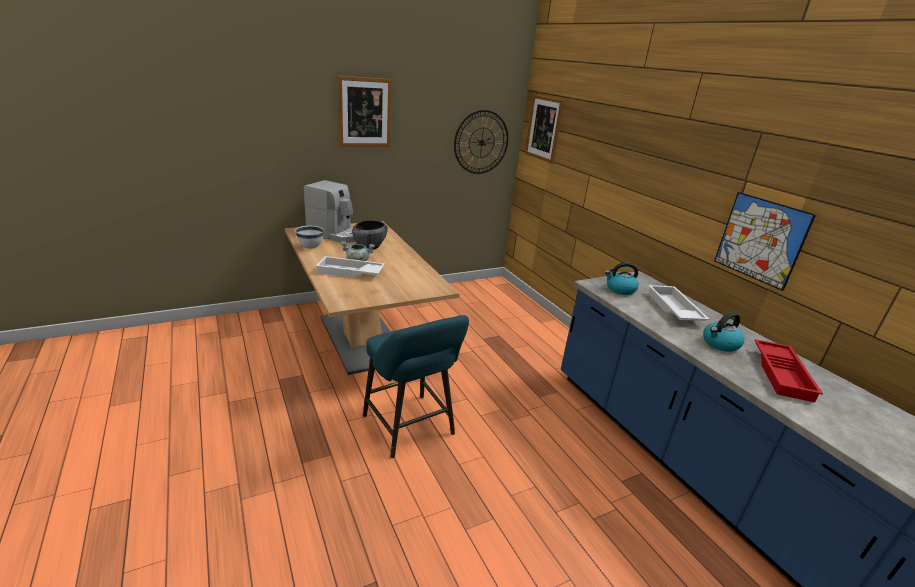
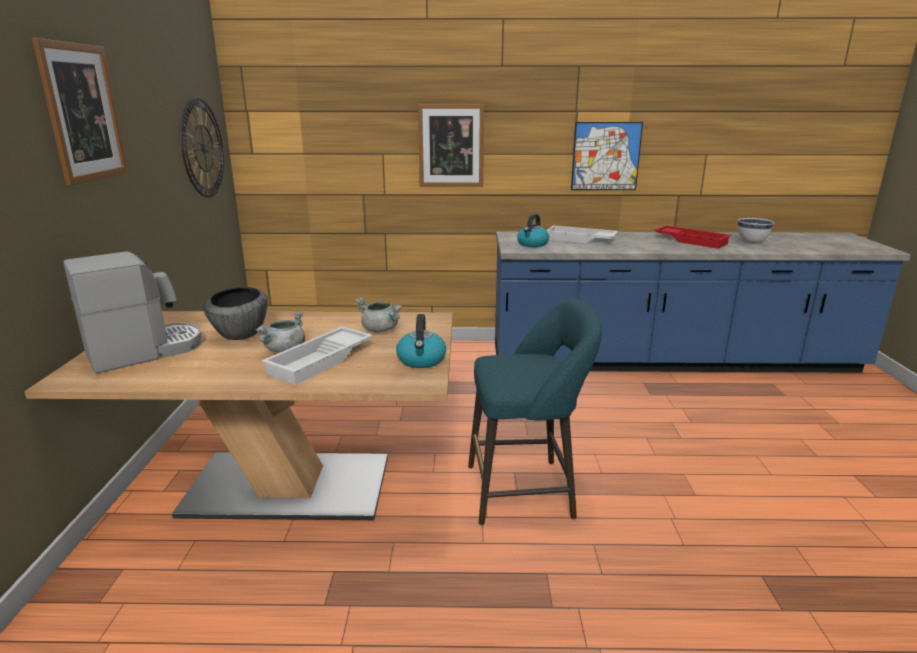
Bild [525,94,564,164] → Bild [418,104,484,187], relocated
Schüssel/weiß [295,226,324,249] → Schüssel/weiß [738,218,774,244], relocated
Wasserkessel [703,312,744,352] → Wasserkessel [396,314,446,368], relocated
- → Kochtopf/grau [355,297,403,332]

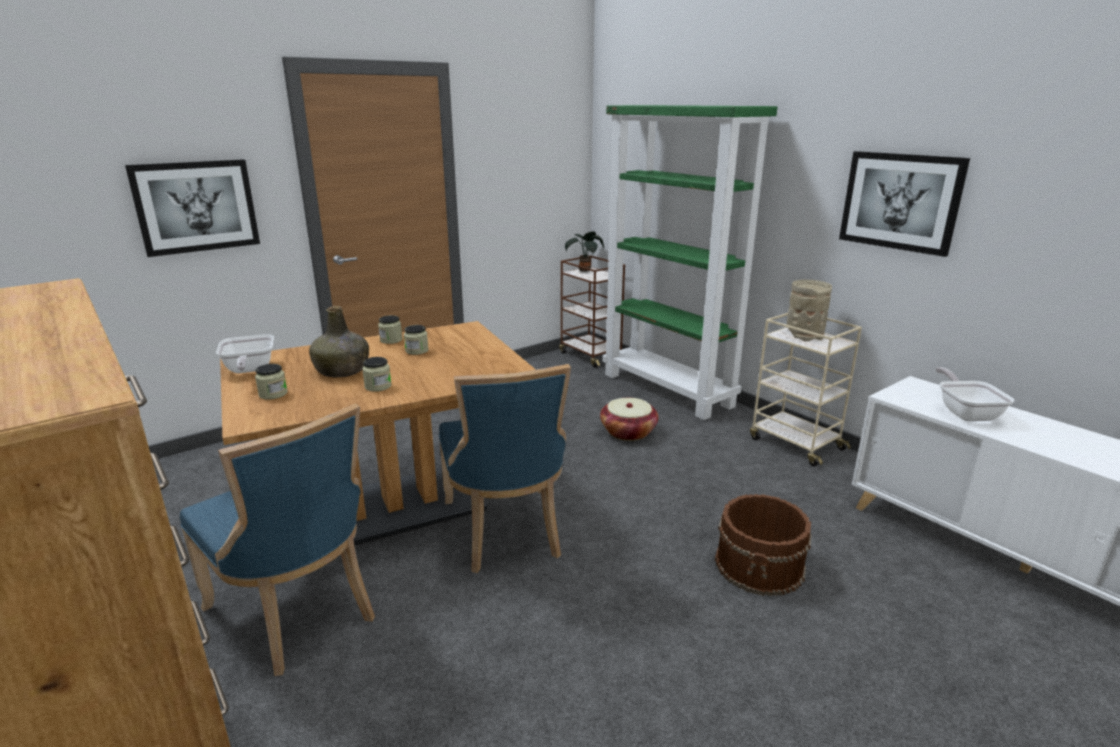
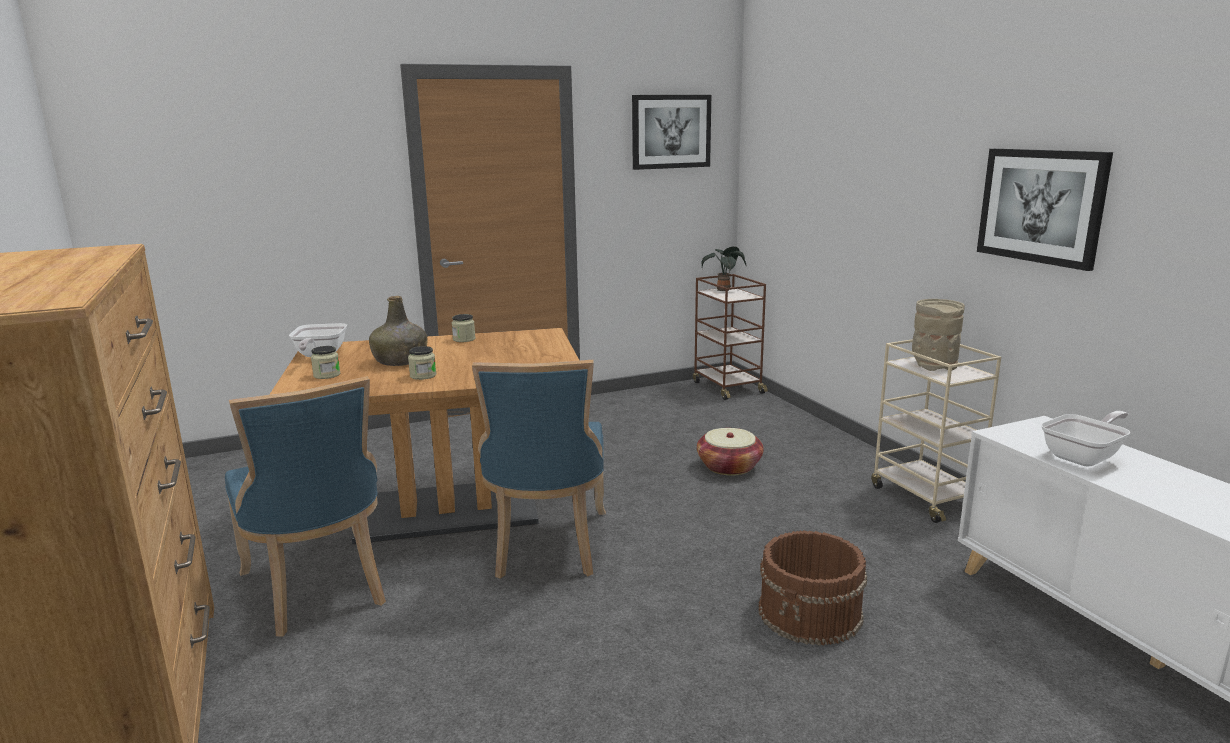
Bücherregal/grün [603,105,777,420] → -
Bild [125,159,260,257] → Bild [632,95,711,170], relocated
Vorratsglas [404,325,429,355] → -
Pfanne [935,367,1015,421] → Pfanne [1041,411,1130,467], 45 degrees clockwise

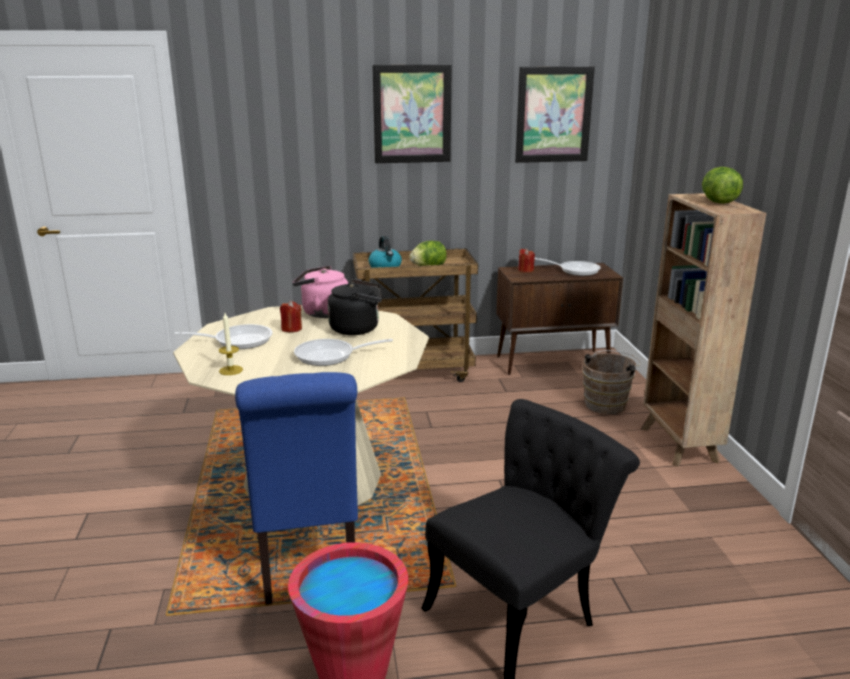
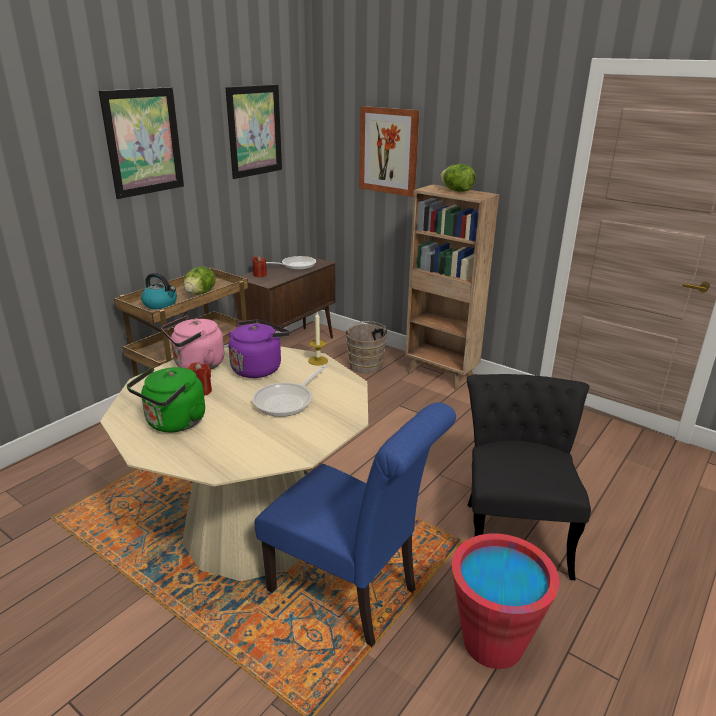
Wasserkessel/schwarz [328,279,382,335] → Wasserkessel/lila [228,319,290,378]
Kerze [219,313,243,375] → Kerze [308,312,328,366], relocated
Pfanne [175,324,273,349] → Wasserkessel/grün [127,367,205,433]
- → Bild [360,106,419,197]

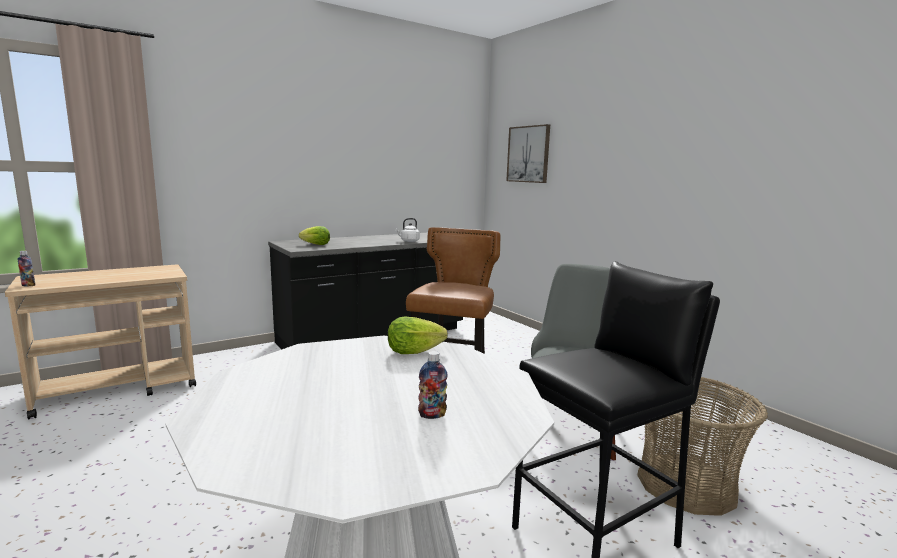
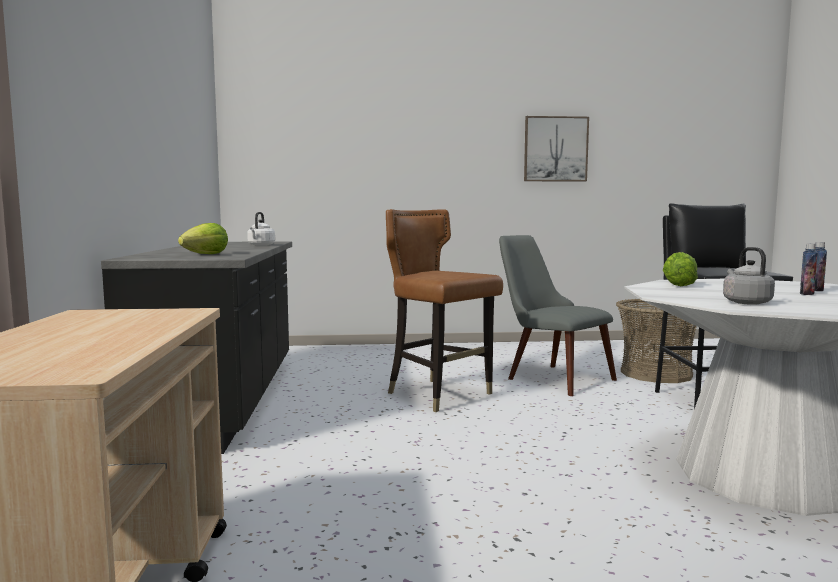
Bild [506,124,550,183] → Bild [524,116,589,182], relocated
Flasche [17,251,36,286] → Flasche [800,244,818,295], relocated
- → Wasserkessel/grau [723,247,775,305]

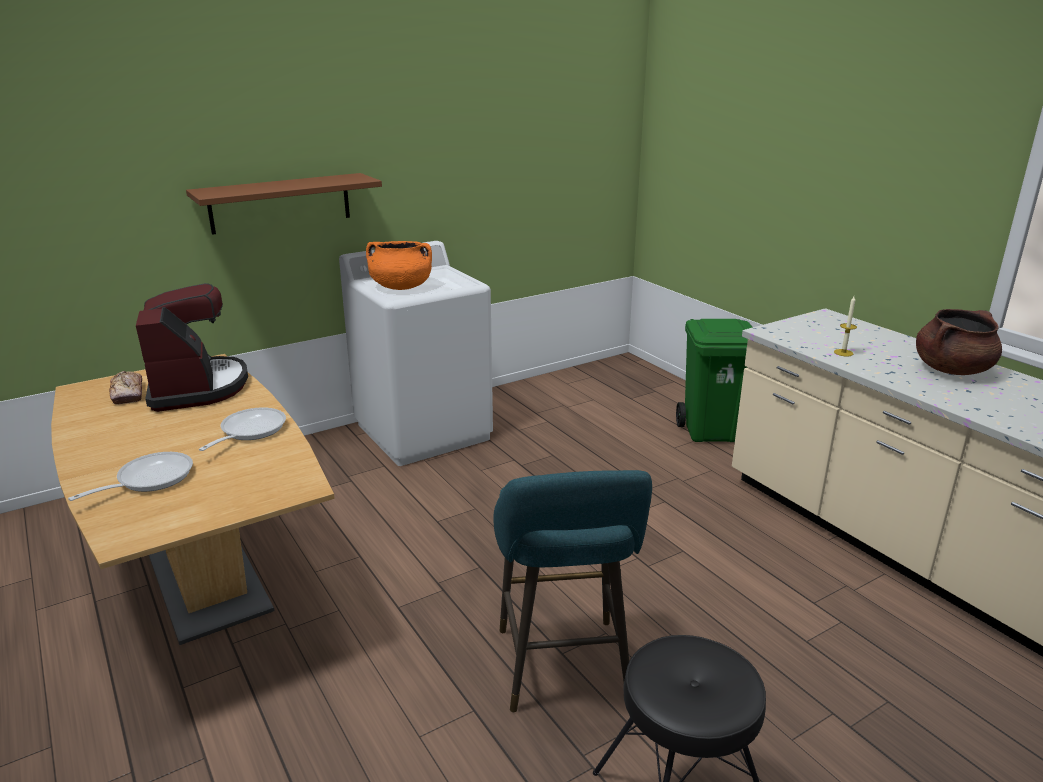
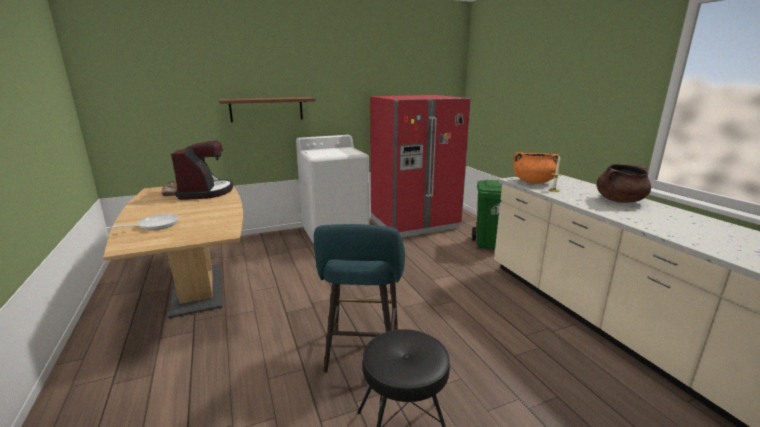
Kochtopf/orange [366,241,432,290] → Kochtopf/orange [513,152,560,184], relocated
Pfanne [199,407,286,451] → -
- → Kühlschrank/rot [370,95,471,237]

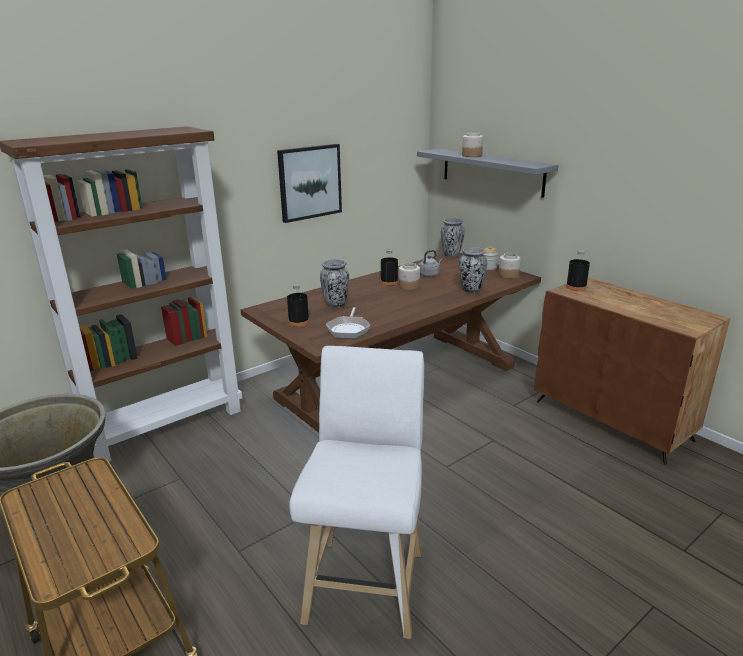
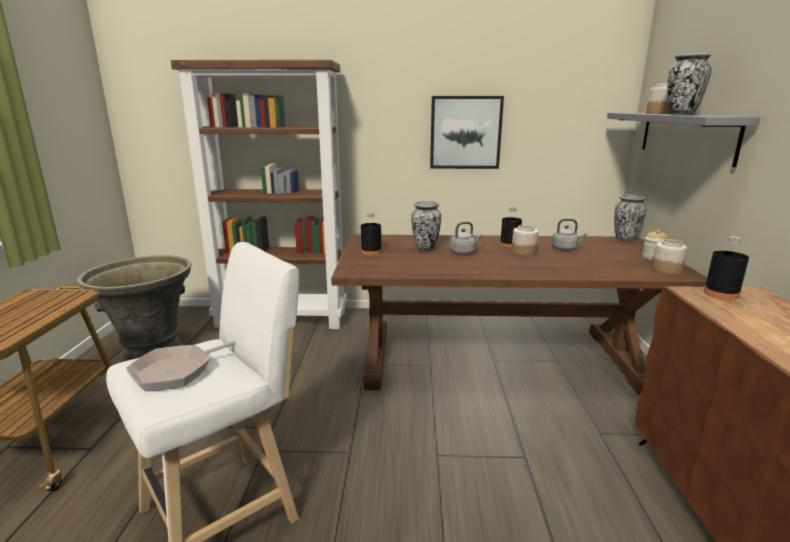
Vase [459,247,487,293] → Vase [667,53,711,115], relocated
Pfanne [326,307,371,338] → Pfanne [126,341,235,391], relocated
- → Wasserkessel/grau [450,222,482,255]

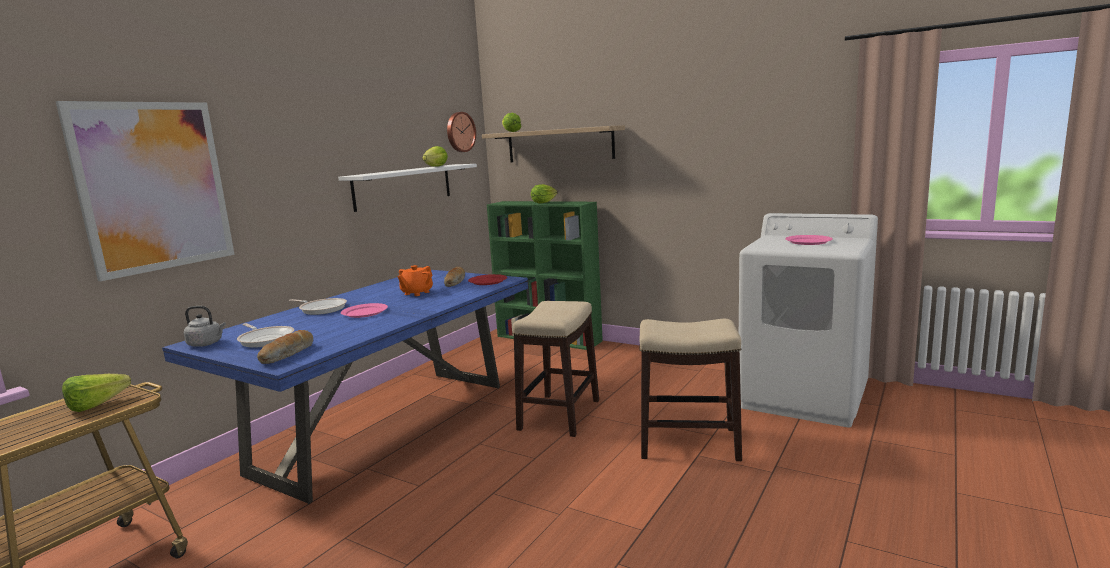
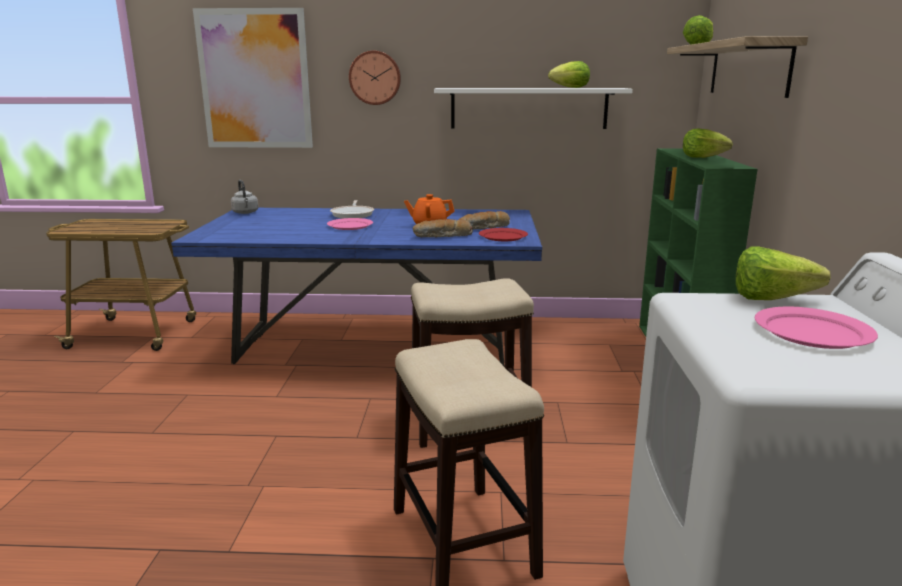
Wanduhr [447,112,476,152] → Wanduhr [349,51,401,105], relocated
Pfanne [237,323,294,348] → -
Brot [257,330,313,364] → Brot [413,219,473,237], relocated
Salatkopf [62,374,131,412] → Salatkopf [736,246,830,300], relocated

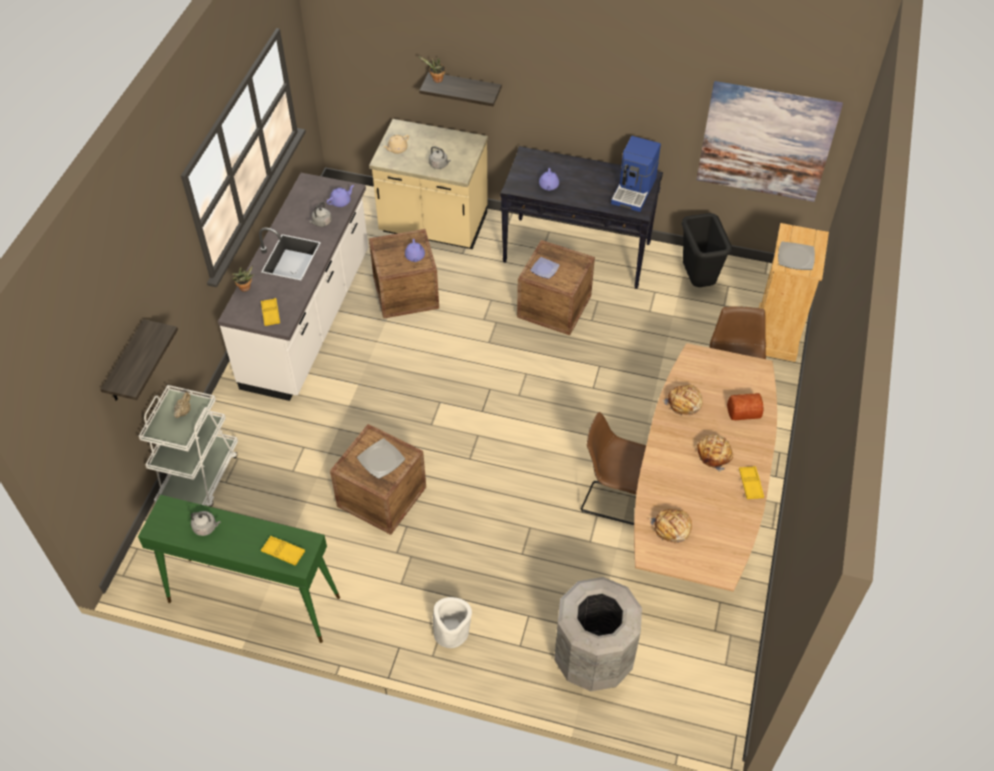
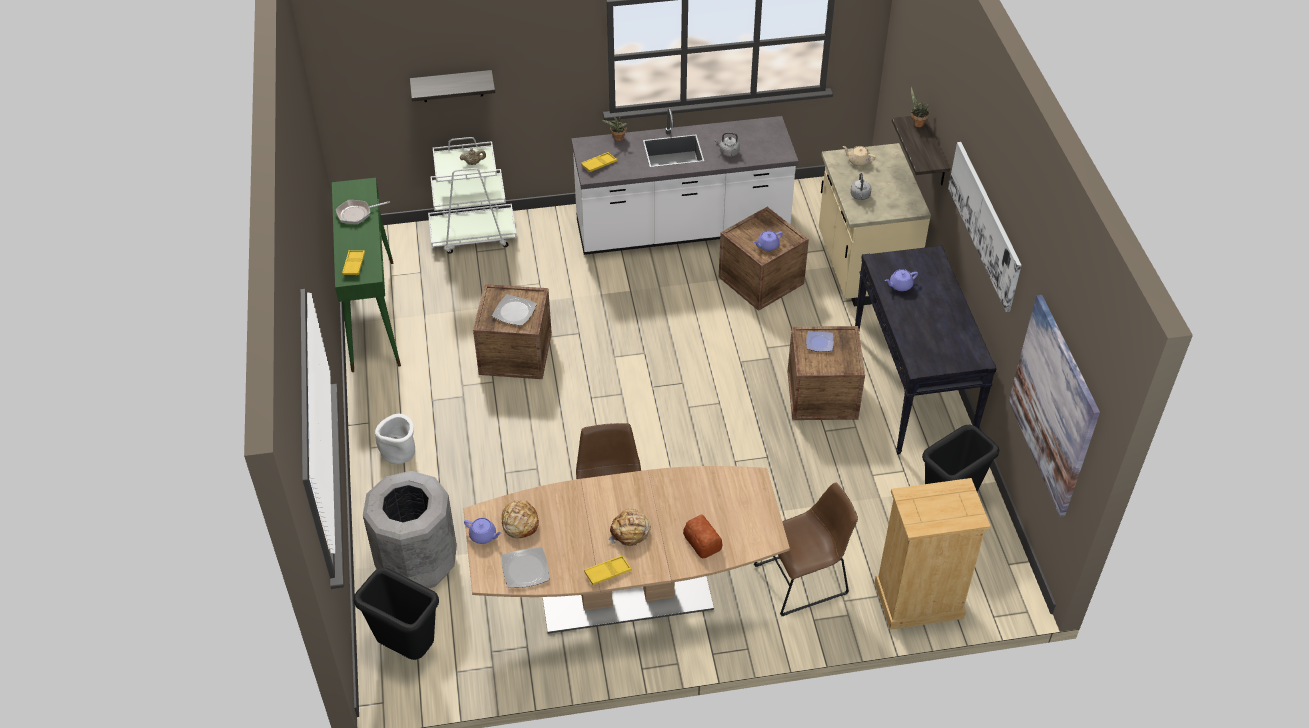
Kaffeemaschine [611,136,661,212] → -
Teekanne/lila [327,185,354,207] → Teekanne/lila [464,518,502,544], relocated
Teller [778,242,815,270] → Teller [502,547,549,588], relocated
Brot [662,385,703,416] → -
Wasserkessel/grau [191,511,220,536] → Pfanne [336,200,390,224]
- → Bild [948,142,1022,312]
- → Mülleimer/schwarz [354,568,439,660]

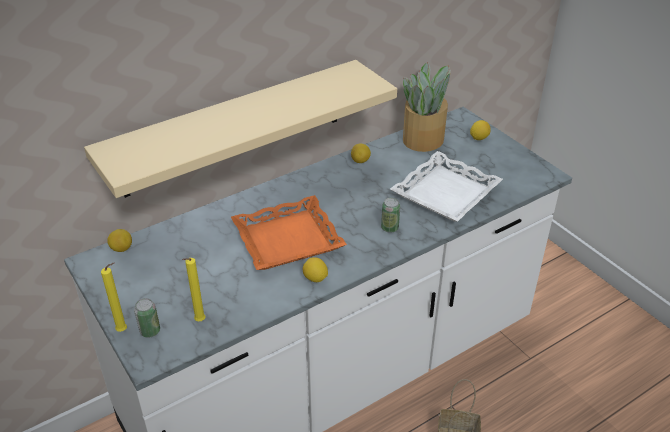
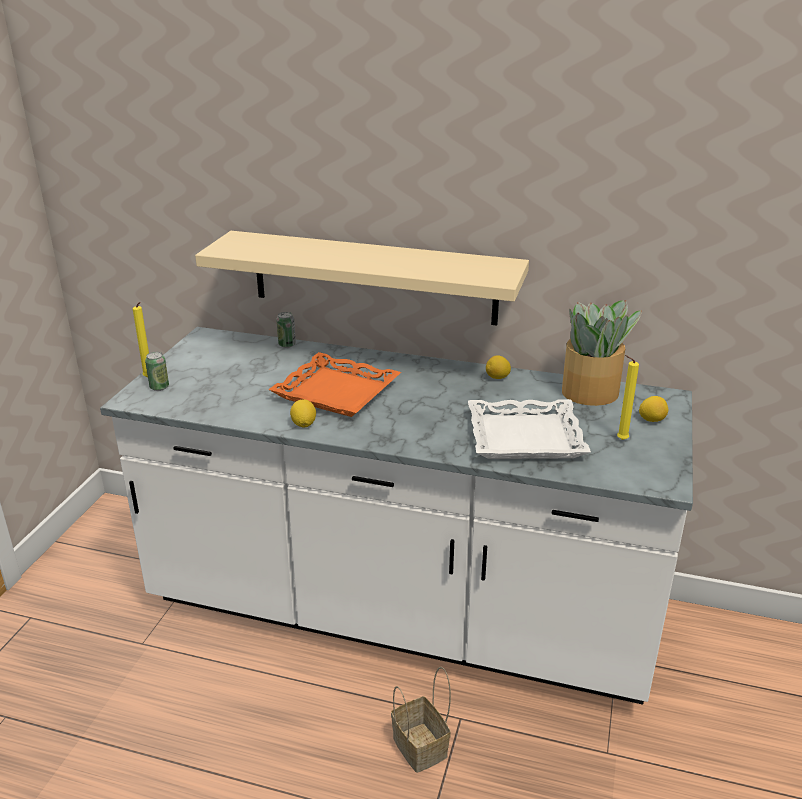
Dose [381,198,400,232] → Dose [276,312,296,348], relocated
Zitrone [107,229,132,252] → -
Kerze/gelb [182,258,205,321] → Kerze/gelb [617,355,639,440], relocated

